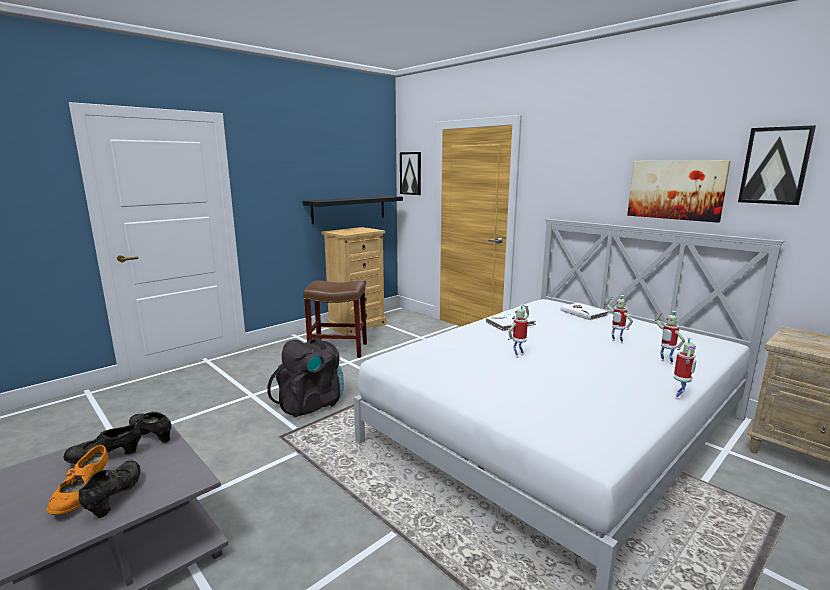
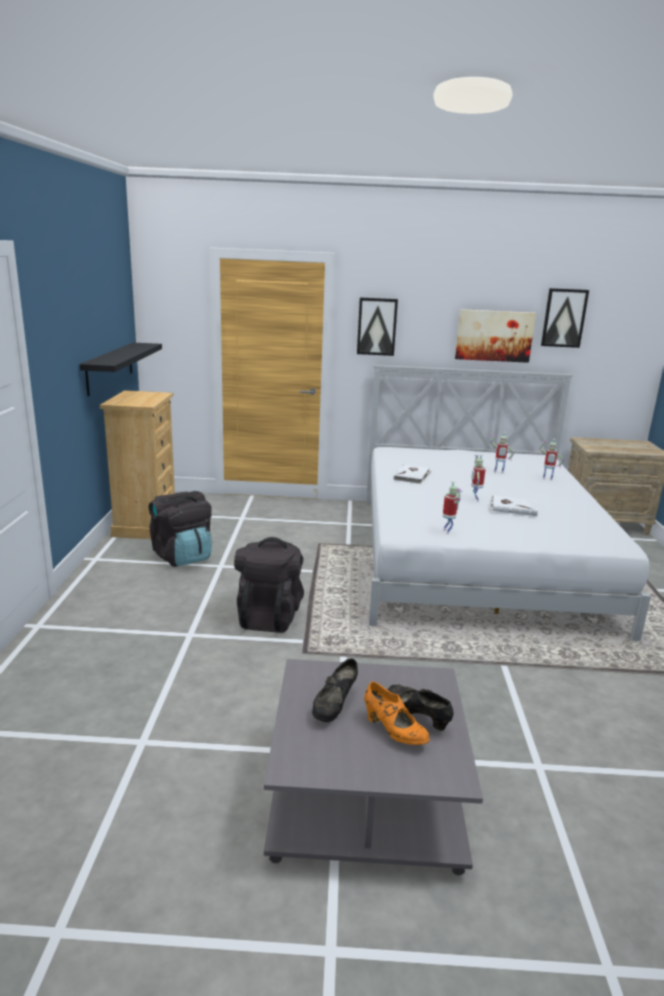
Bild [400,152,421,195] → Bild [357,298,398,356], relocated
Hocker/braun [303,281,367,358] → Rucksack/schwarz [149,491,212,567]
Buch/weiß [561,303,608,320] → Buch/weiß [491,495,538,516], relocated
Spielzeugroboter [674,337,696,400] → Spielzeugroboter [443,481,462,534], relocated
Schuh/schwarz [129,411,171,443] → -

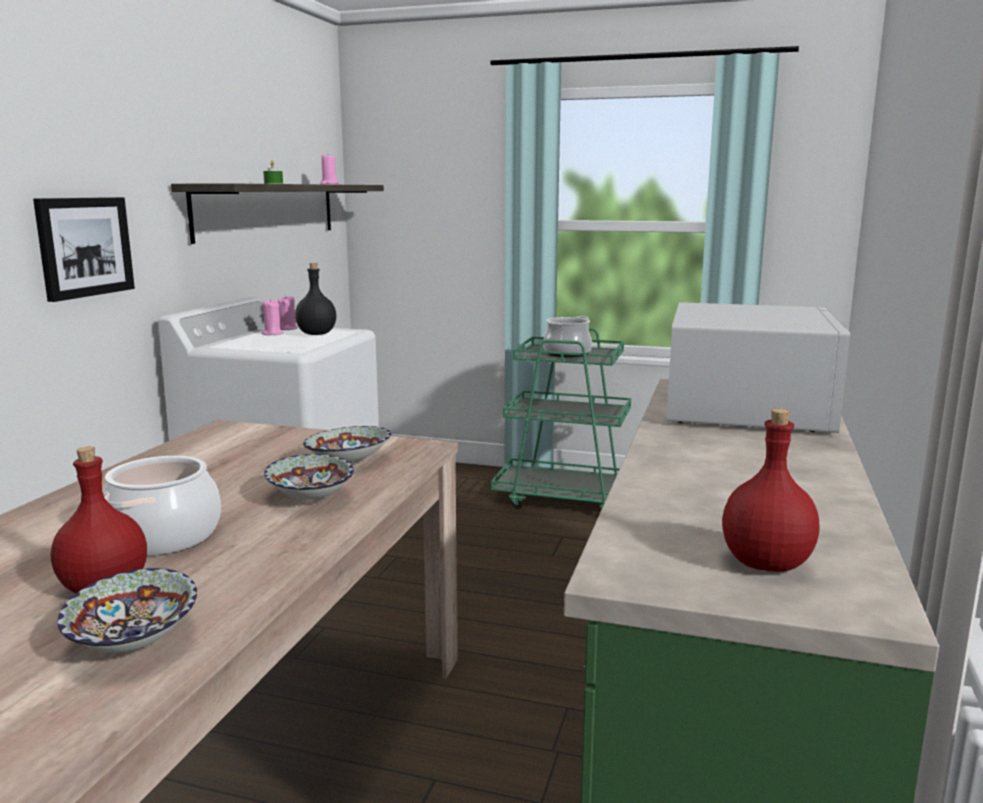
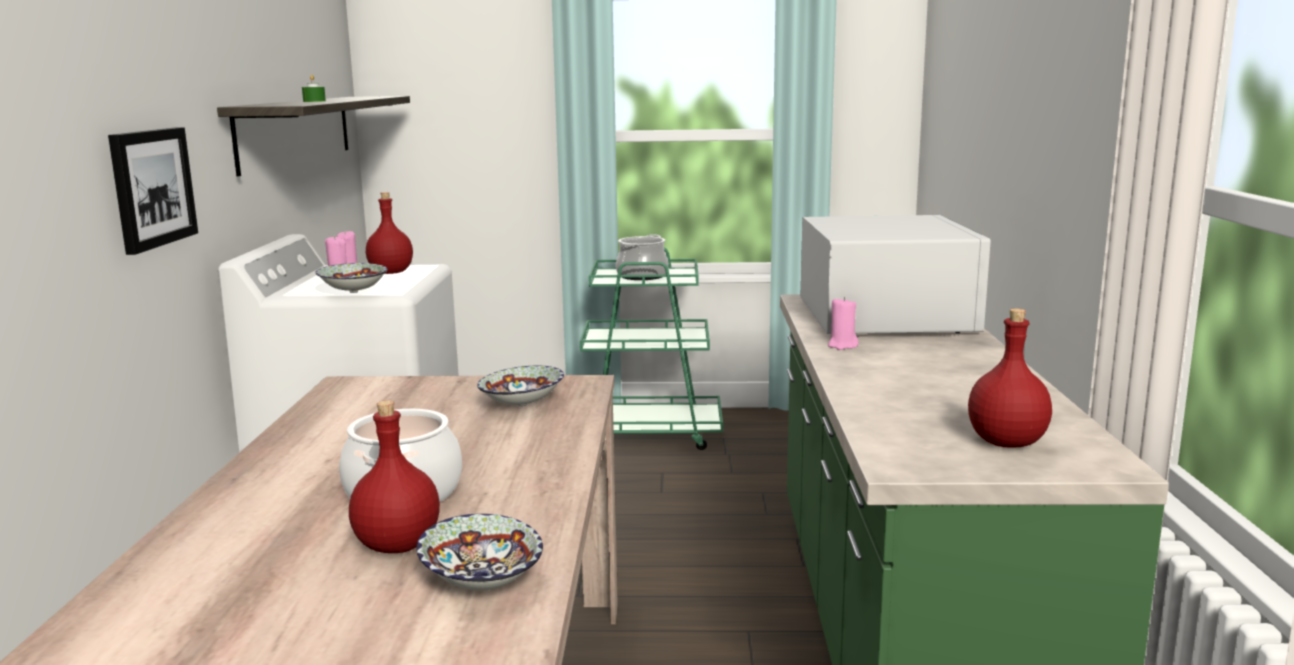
Kerze/rosa [320,155,338,184] → Kerze/rosa [828,297,859,350], relocated
Flasche/schwarz [295,263,336,335] → Flasche/rot [366,192,413,274]
Schüssel [264,454,354,499] → Schüssel [315,263,388,293], relocated

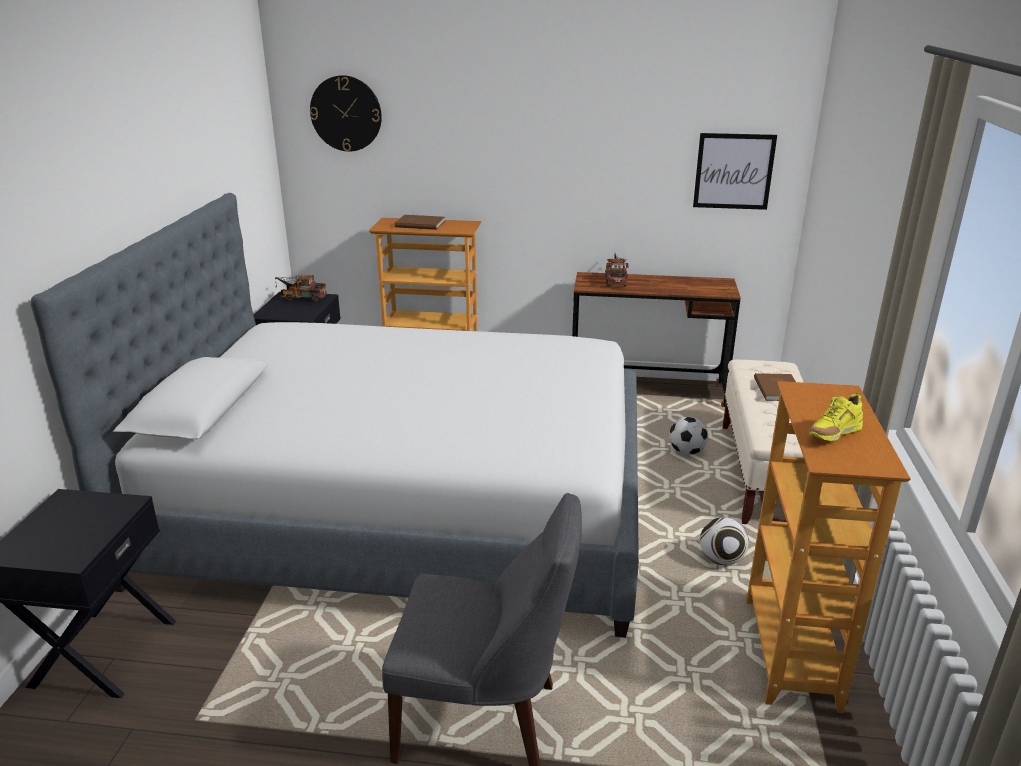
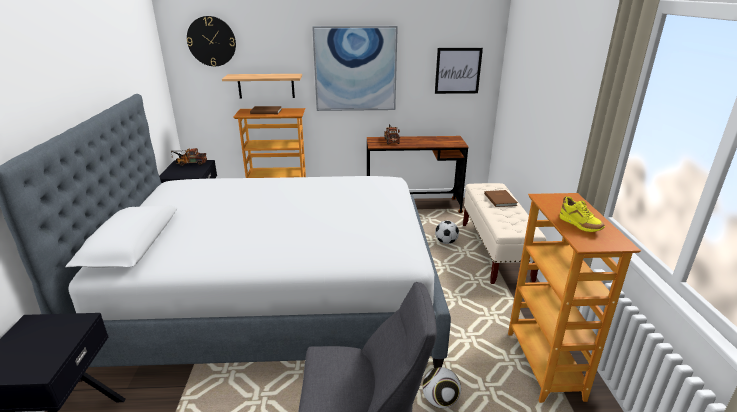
Schuh/gelb [810,393,863,441] → Schuh/gelb [560,196,605,232], 75 degrees counterclockwise
Fußball [700,517,749,565] → Fußball [423,367,461,408], relocated
- → Bild [312,26,398,111]
- → Wandregal [222,74,302,99]

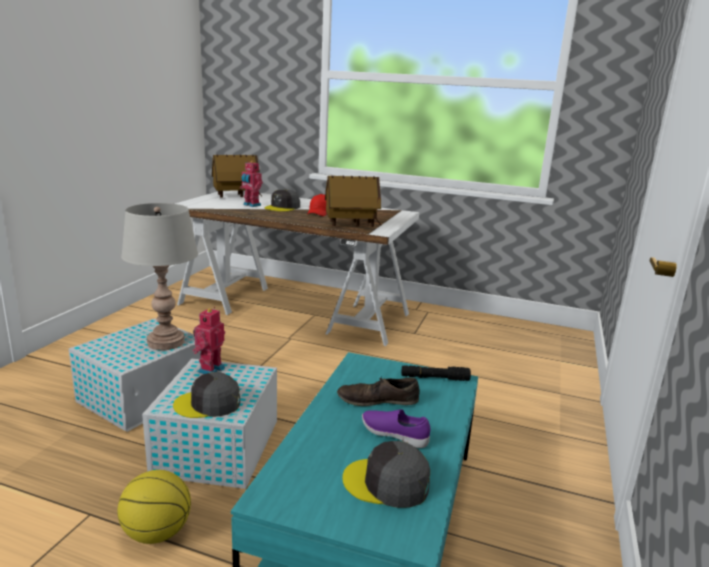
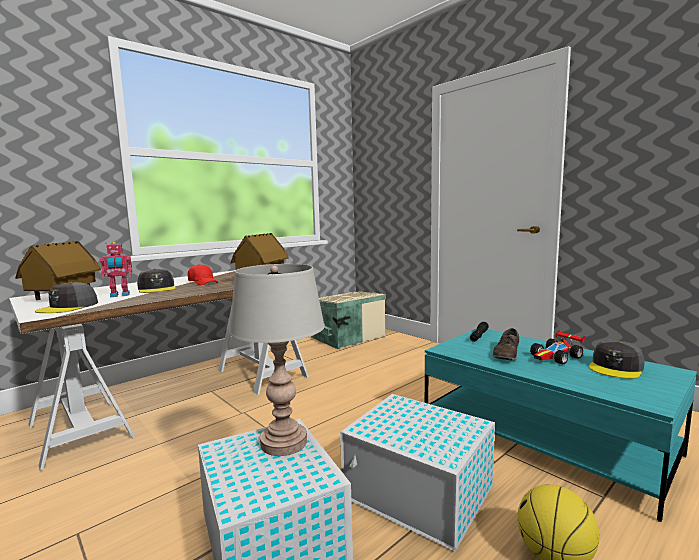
Spielzeugroboter [193,307,225,374] → -
Kappe/grau [173,372,240,418] → Kappe/grau [35,282,98,313], relocated
Schuh/lila [362,409,430,448] → Spielzeugauto [530,330,585,364]
- → Aufbewahrungsbox/beige [311,292,386,349]

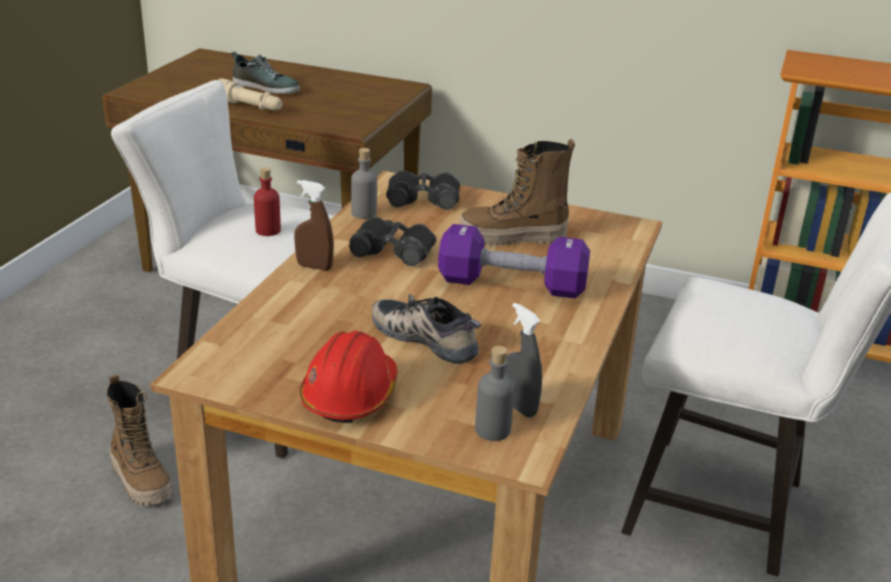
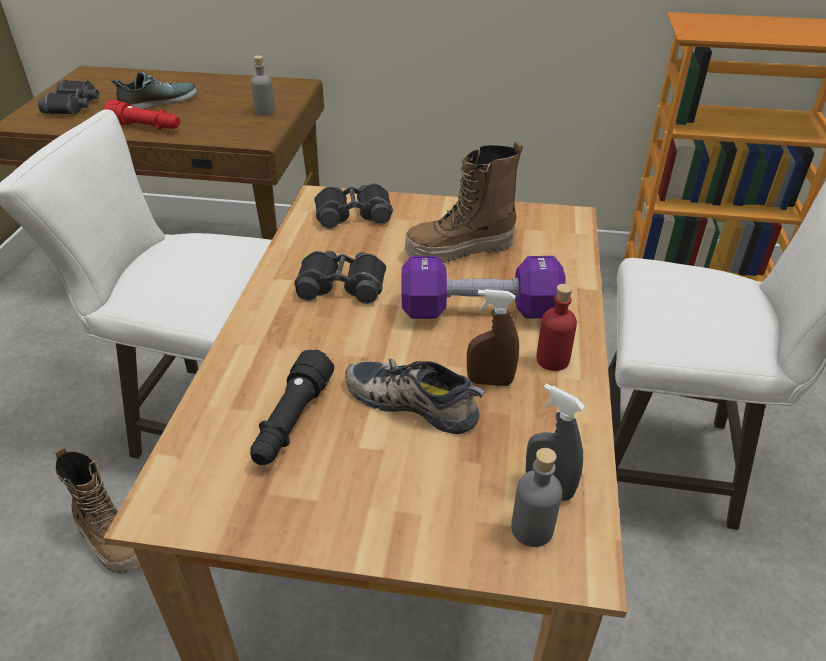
Schuh [231,52,300,94] → Schuh [111,72,197,109], 45 degrees counterclockwise
Taschenlampe/beige [218,78,282,111] → Taschenlampe/rot [103,100,180,130]
Flasche/grau [351,148,377,219] → Flasche/grau [251,56,275,115], relocated
Flasche/rot [254,167,281,236] → Flasche/rot [536,284,577,371], relocated
Sprühflasche/braun [294,180,334,271] → Sprühflasche/braun [467,289,519,386], relocated
Schutzhelm/rot [299,331,398,423] → -
- → Fernglas/schwarz [38,80,99,115]
- → Taschenlampe/schwarz [250,349,334,465]

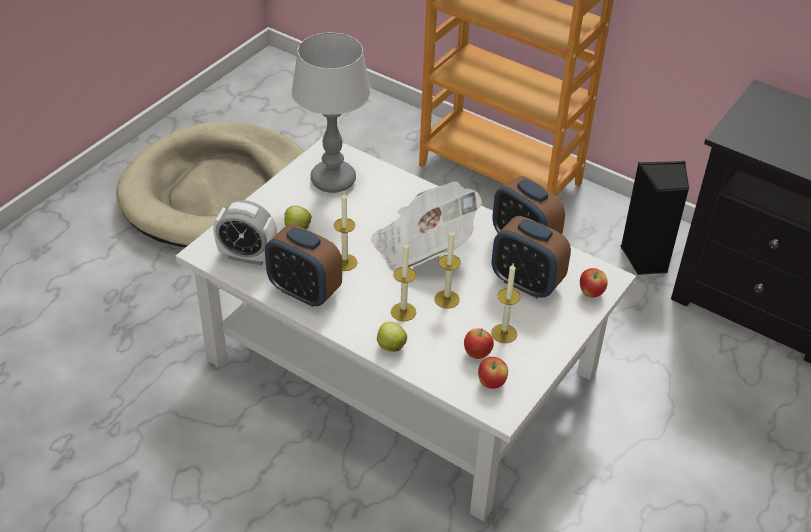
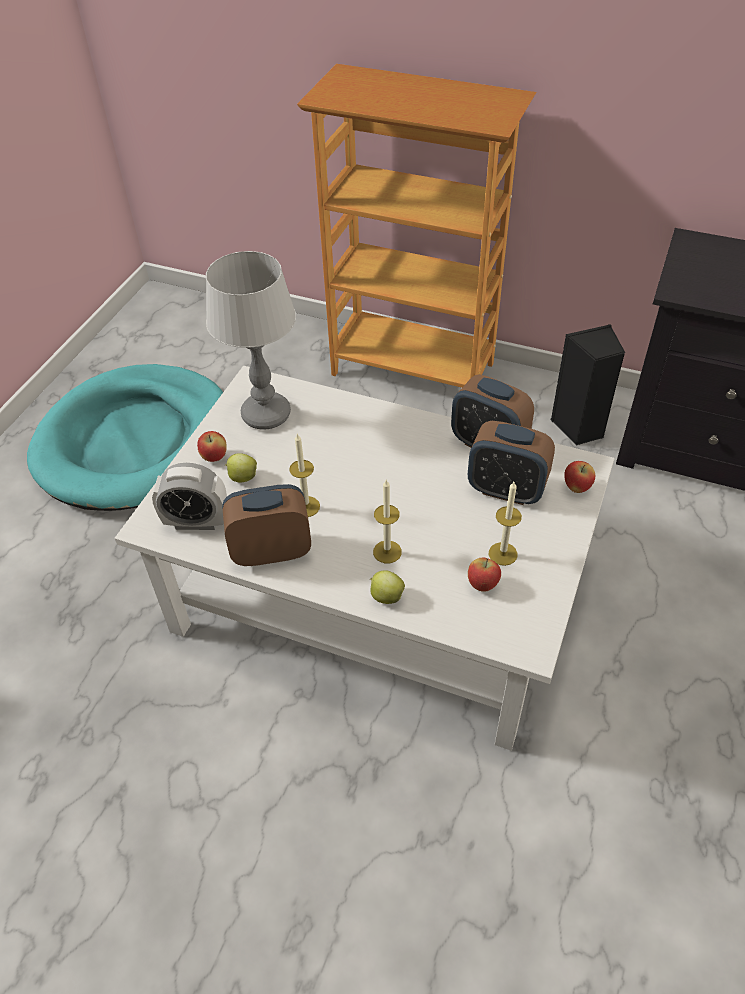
Hundebett/beige [116,121,305,247] → Hundebett/türkis [27,364,223,511]
Zeitung [371,182,482,270] → -
Wecker [265,224,342,307] → Wecker [222,484,311,566], 150 degrees clockwise
Kerze [434,229,461,309] → -
Apfel [478,357,508,389] → Apfel [197,431,227,462], relocated

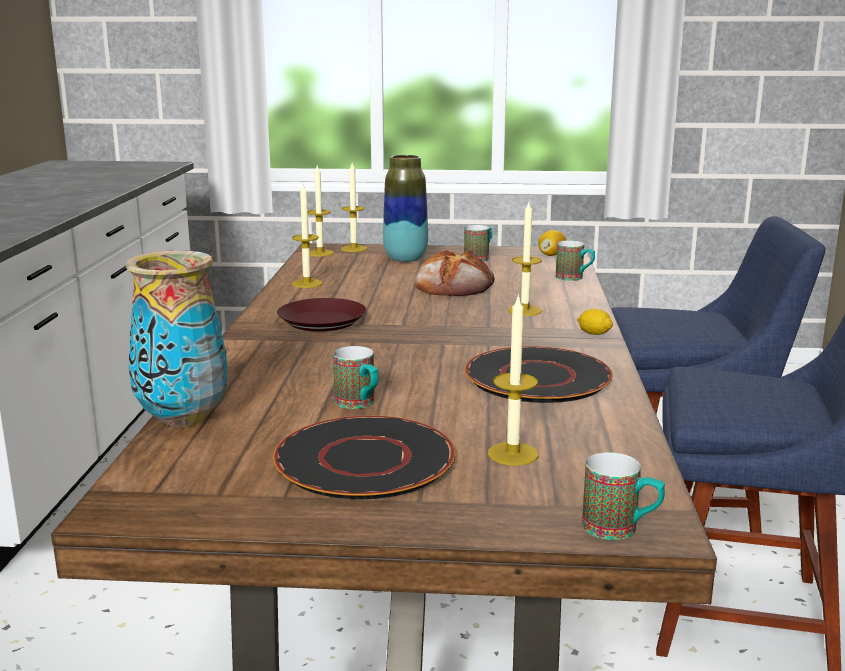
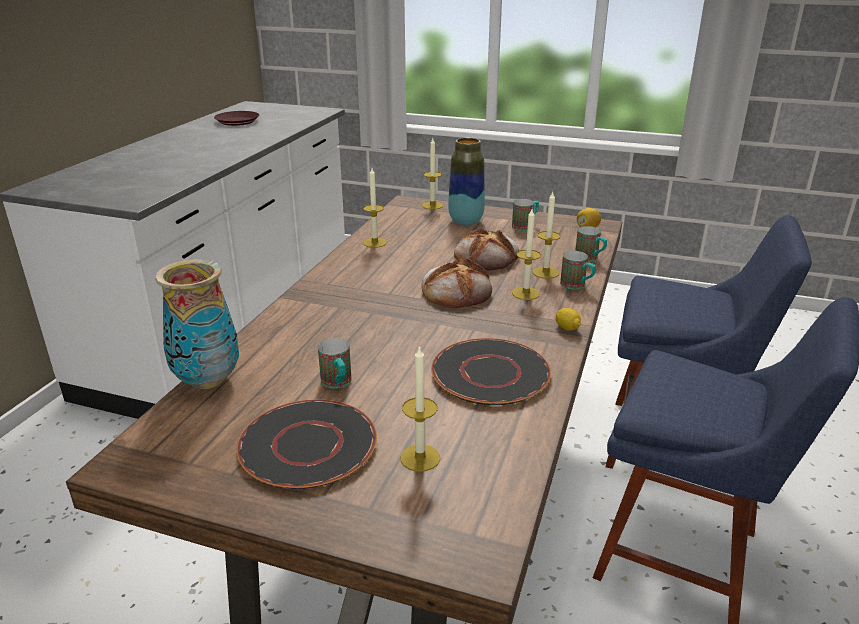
Kerze [308,164,334,257] → Kerze [532,192,561,279], relocated
Teller/braun [277,298,366,332] → Teller/braun [214,111,259,126], relocated
Henkelbecher [582,452,665,540] → Henkelbecher [560,251,596,290], relocated
- → Brot [421,258,492,308]

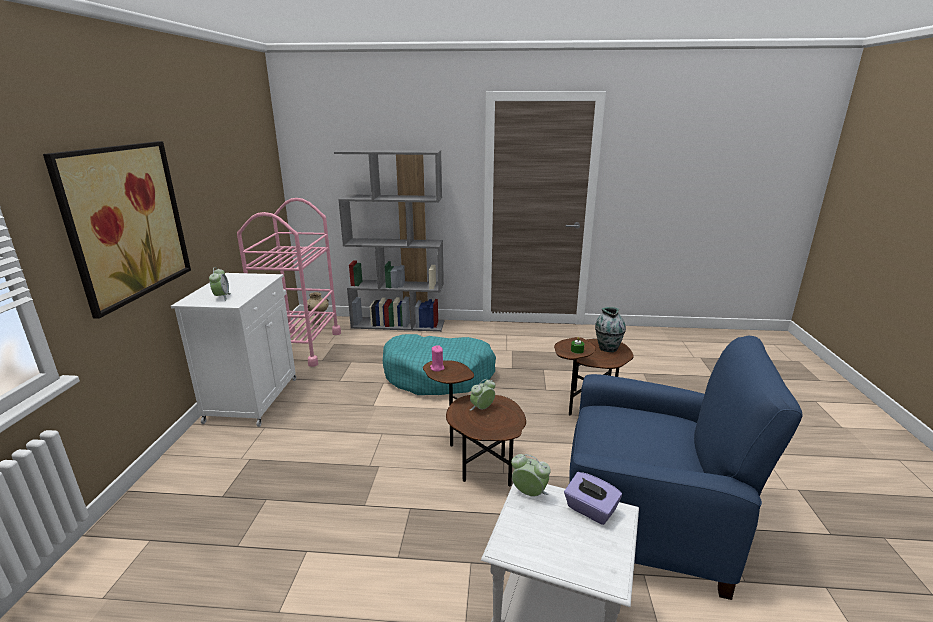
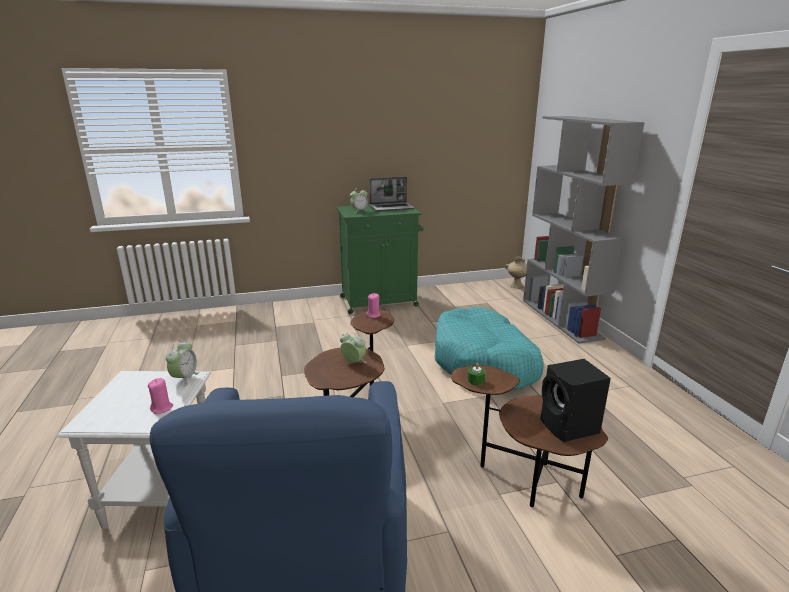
Bild [43,141,191,319] → -
Rollwagen/rosa [237,198,341,367] → -
Schrank/weiß [171,273,296,427] → Schrank/grün [336,205,423,314]
Vase [595,307,626,352] → Lautsprecher/schwarz [541,359,611,442]
Taschentuchbox/lila [564,472,622,525] → Kerze/rosa [148,378,173,414]
- → Laptop [369,177,415,211]

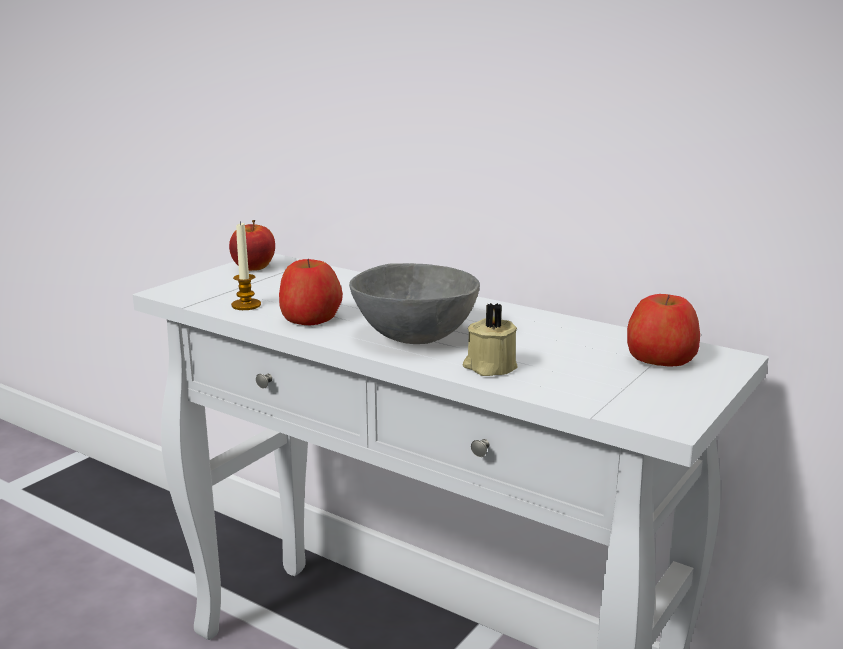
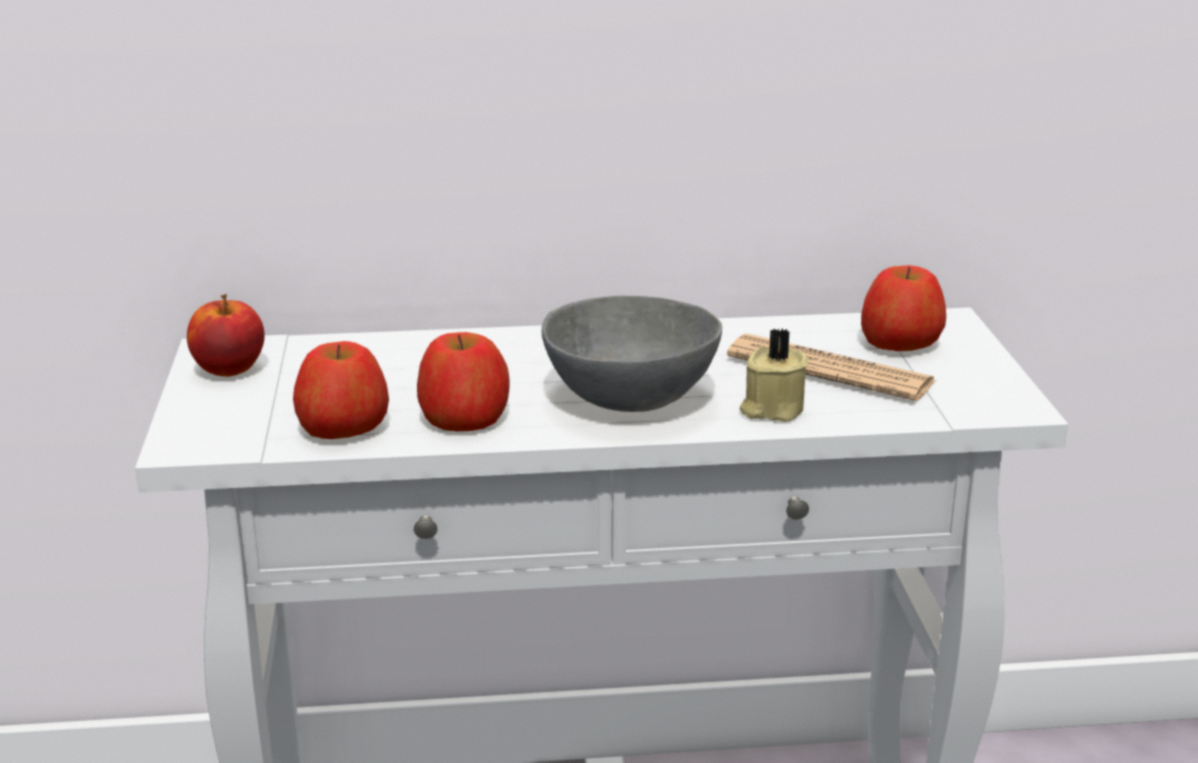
Kerze [231,222,261,310] → Apfel [293,341,389,439]
- → Zeitung [727,334,936,401]

